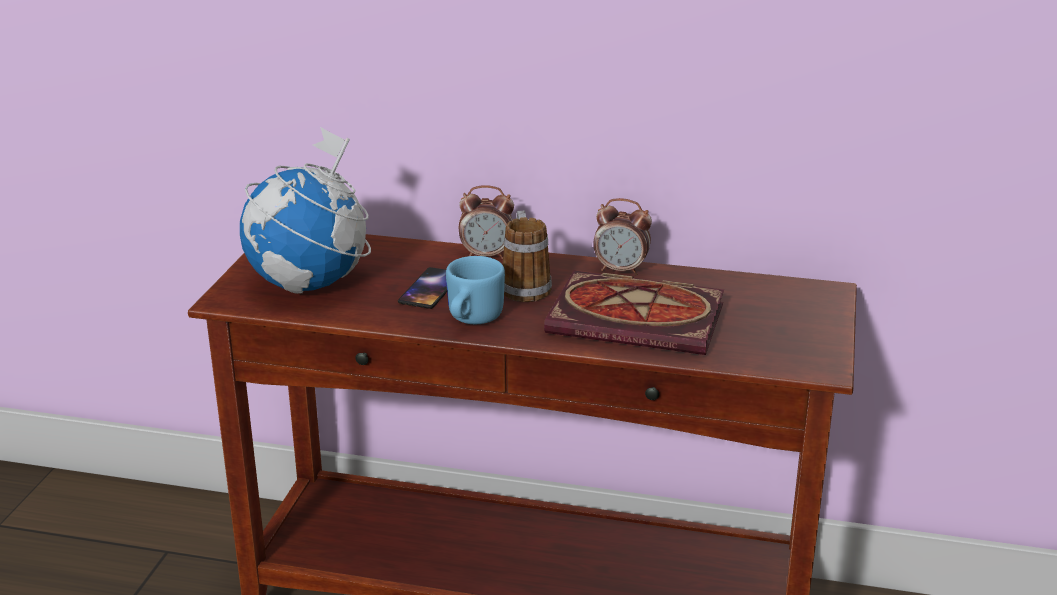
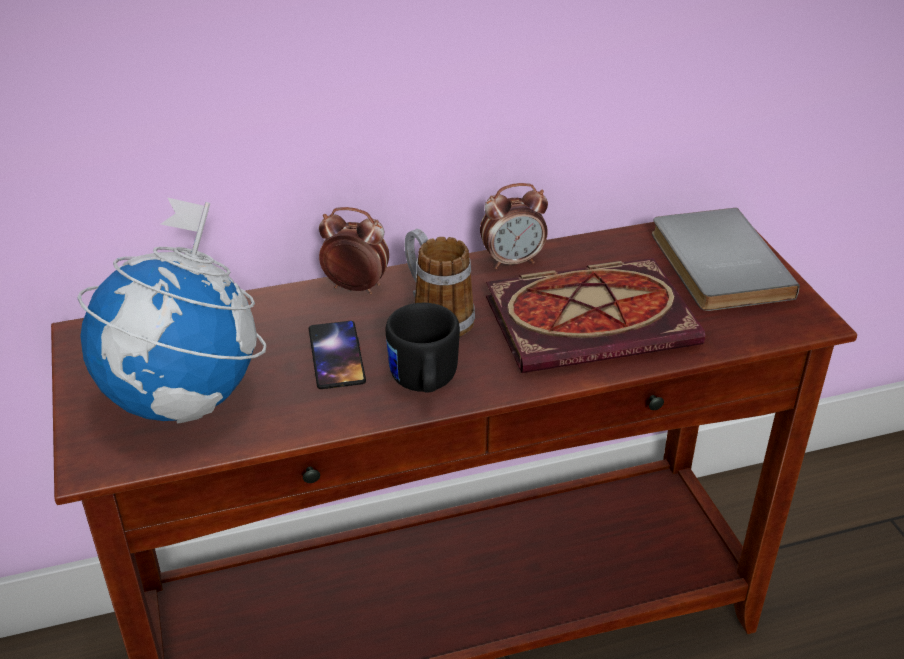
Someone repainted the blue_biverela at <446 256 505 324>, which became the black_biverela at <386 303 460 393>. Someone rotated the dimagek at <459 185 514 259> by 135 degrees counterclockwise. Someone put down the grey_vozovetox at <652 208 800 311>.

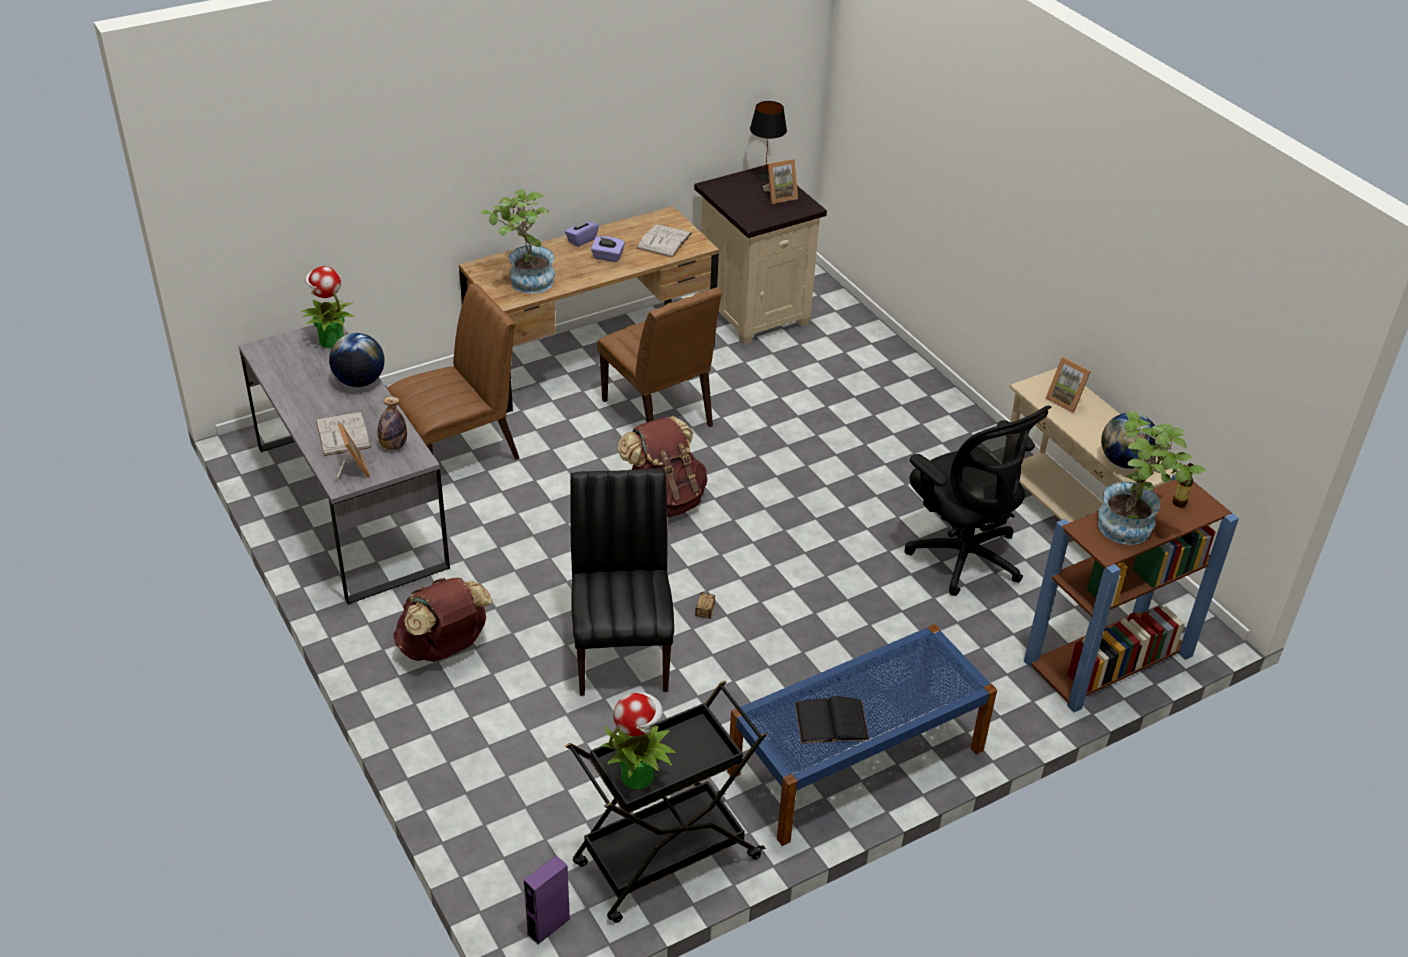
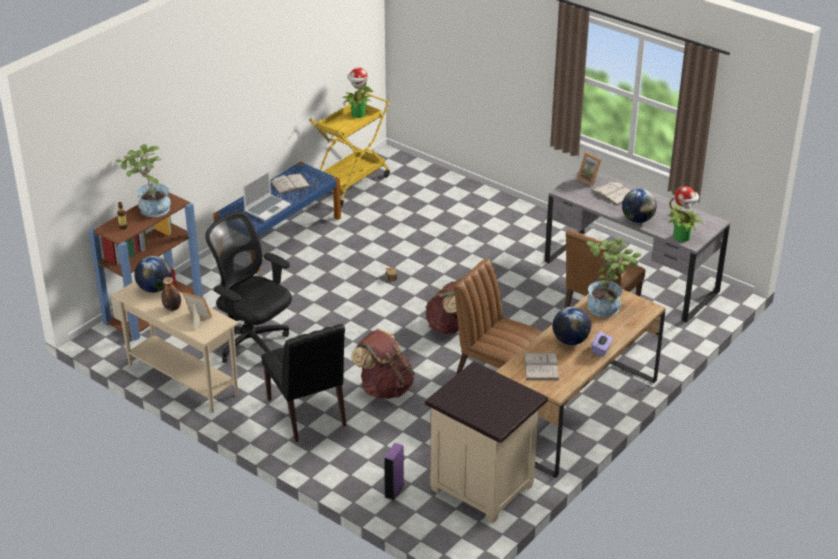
Someone carried the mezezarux from <378 396 407 450> to <162 277 181 311>. Someone carried the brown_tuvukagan from <393 577 493 662> to <351 329 415 399>. Someone carried the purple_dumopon from <524 855 571 944> to <384 443 404 500>. Someone repainted the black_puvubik at <565 680 767 923>, which became the yellow_puvubik at <309 91 390 208>. Someone carried the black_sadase from <570 469 674 696> to <261 323 346 442>. Someone swapped the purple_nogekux at <591 236 625 262> for the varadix at <553 307 591 345>. Someone took away the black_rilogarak at <750 101 787 182>. Someone took away the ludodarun at <763 159 798 204>. Someone repainted the black_vozovetox at <795 696 869 743>, which became the white_vozovetox at <270 174 311 194>. Someone put down the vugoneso at <243 171 291 221>.

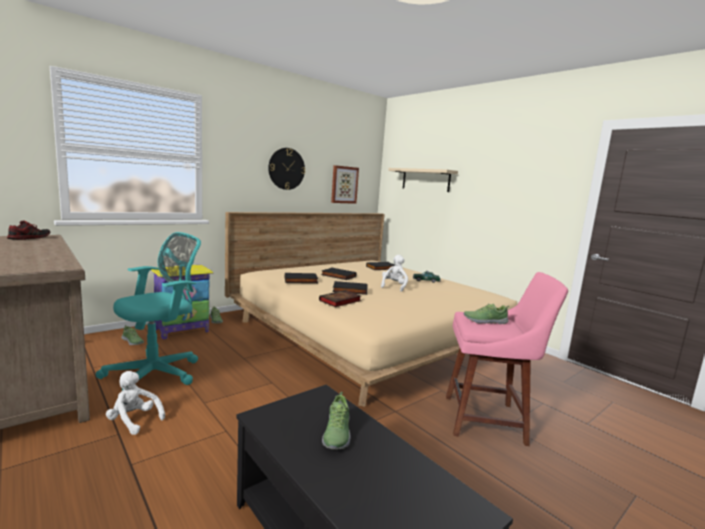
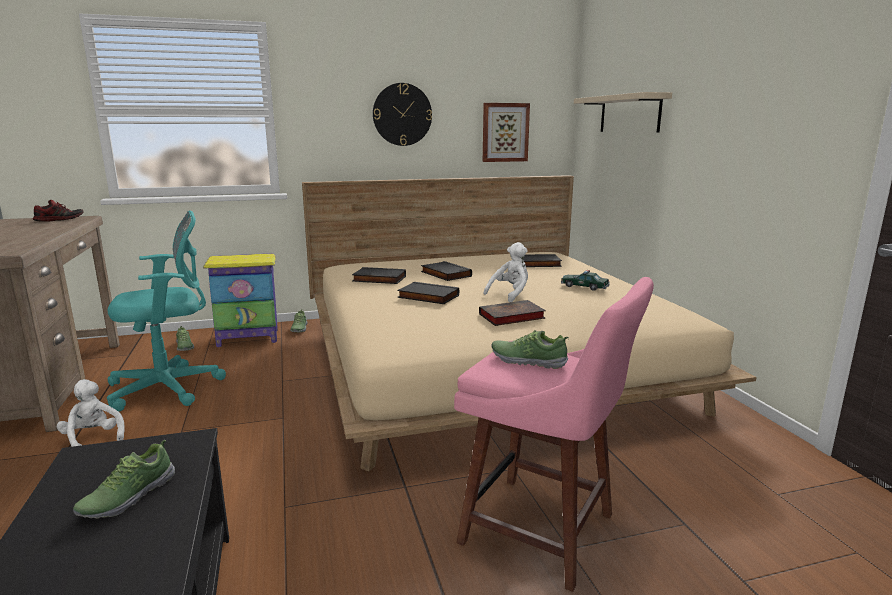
Someone carried the vozovetox from <319 290 361 307> to <479 300 546 326>.

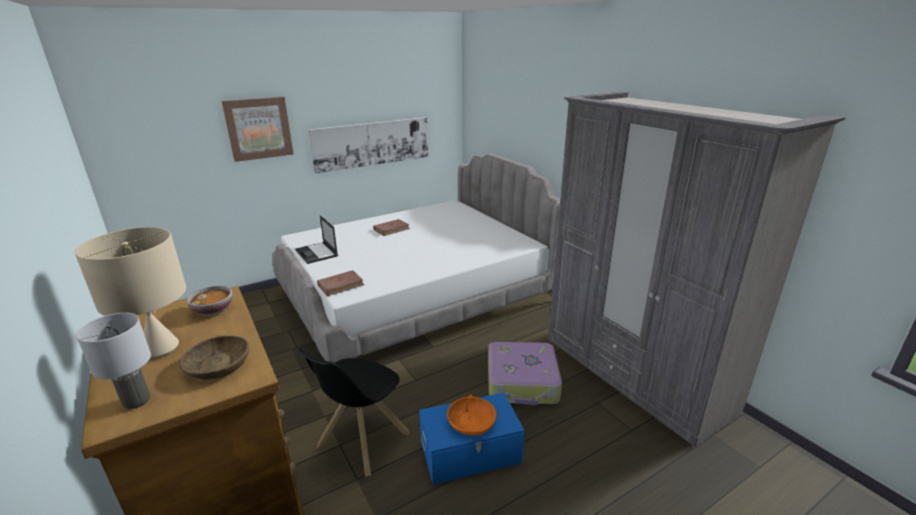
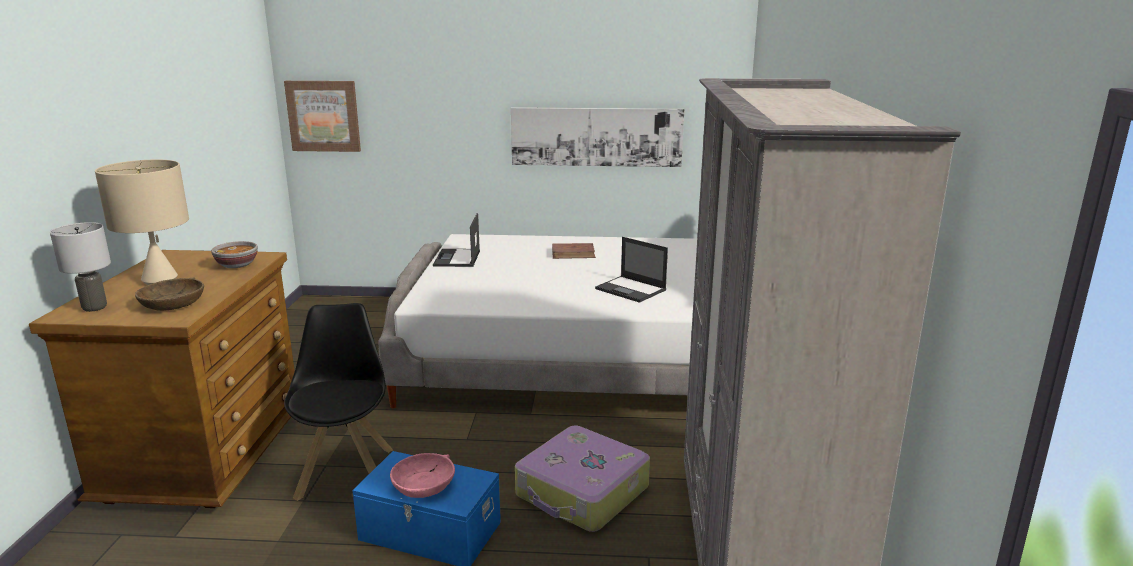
Someone carried the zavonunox from <222 97 293 162> to <284 81 361 152>. Someone rotated the black_sadase at <299 348 410 477> by 105 degrees clockwise. Someone took away the brown_vozovetox at <317 270 365 296>. Someone repainted the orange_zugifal at <447 395 497 436>, which became the pink_zugifal at <390 453 455 498>. Someone put down the vugoneso at <595 237 668 303>.

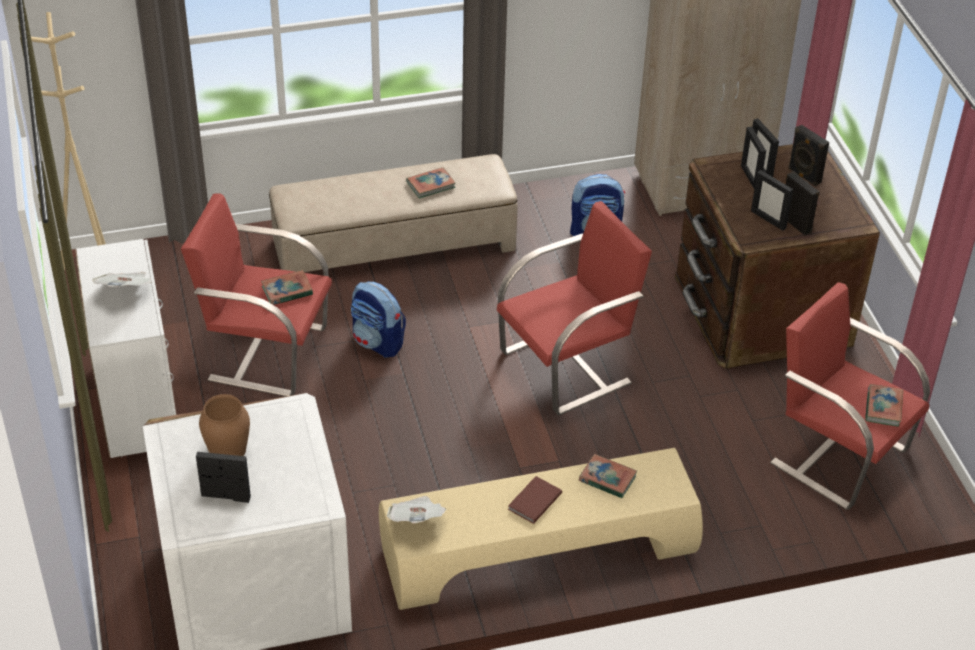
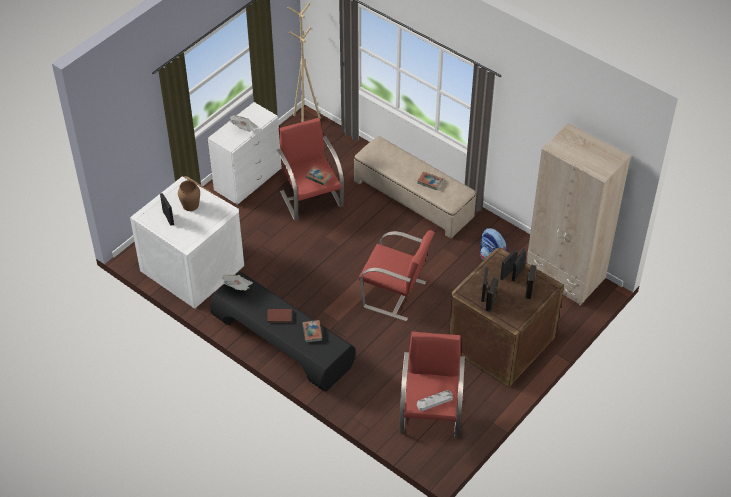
Someone took away the tuvukagan at <351 281 406 358>. Someone repainted the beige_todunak at <379 448 703 610>, which became the black_todunak at <210 272 356 391>. Someone swapped the vozovetox at <865 384 903 427> for the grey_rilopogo at <417 390 453 411>.

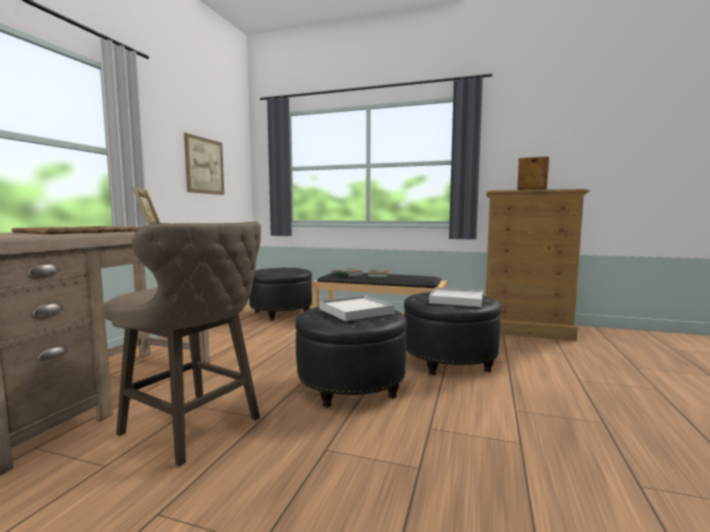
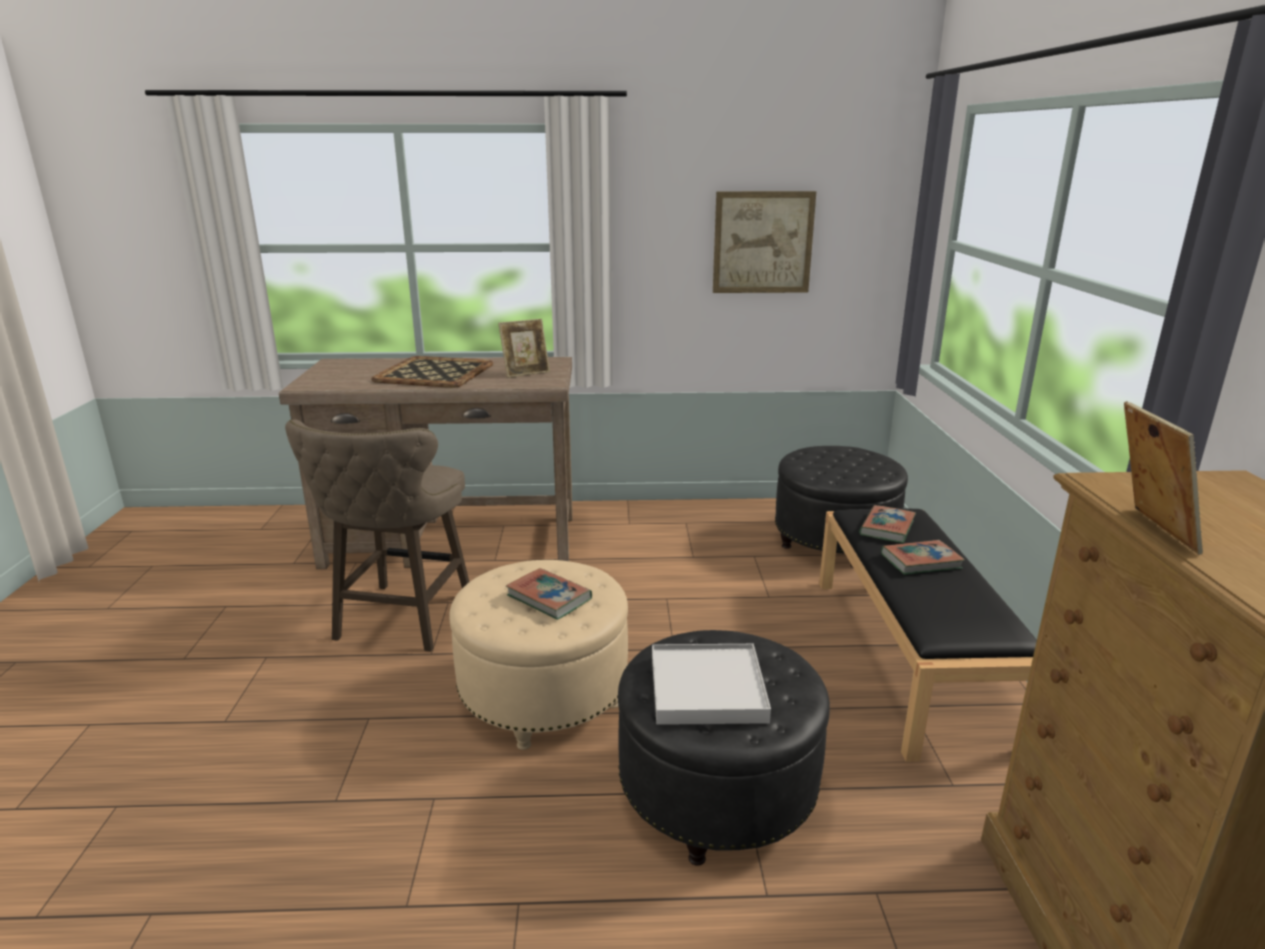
Someone repainted the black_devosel at <295 307 407 408>, which became the beige_devosel at <449 560 628 750>. Someone swapped the white_rilopogo at <319 295 394 321> for the vozovetox at <506 568 592 620>.

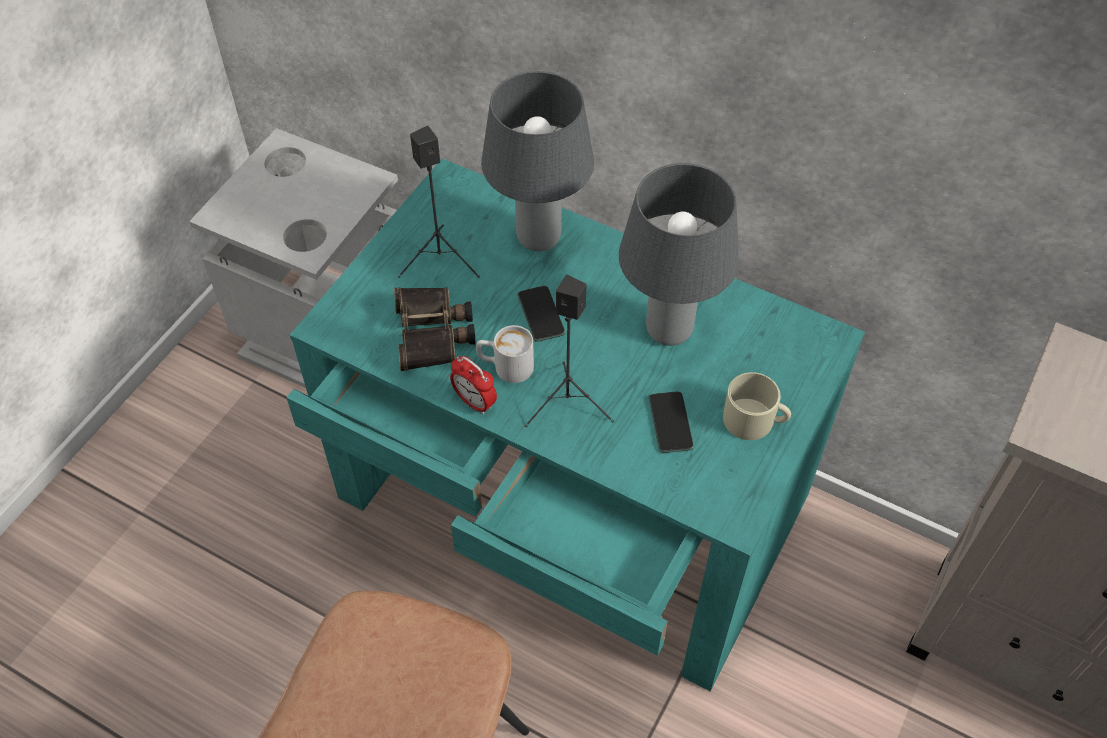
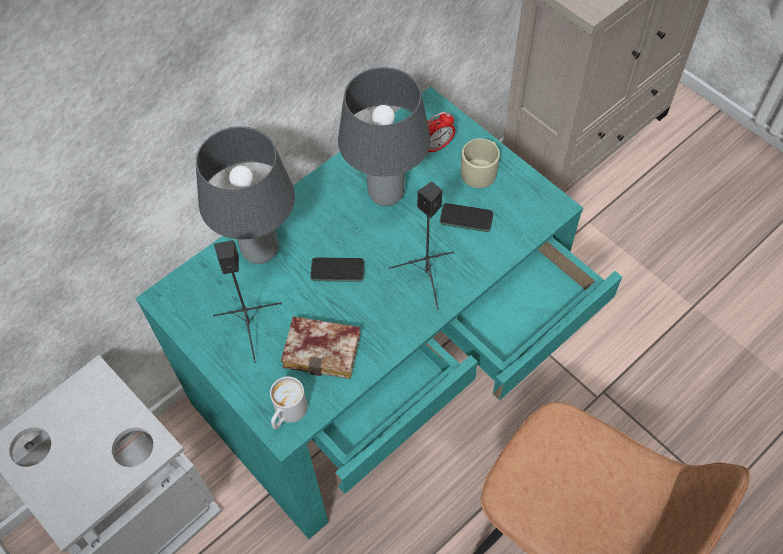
Someone swapped the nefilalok at <394 287 475 371> for the vozovetox at <281 317 361 379>. Someone carried the dimagek from <450 356 497 415> to <427 112 455 154>. Someone carried the white_biverela from <476 325 534 383> to <270 376 308 429>.

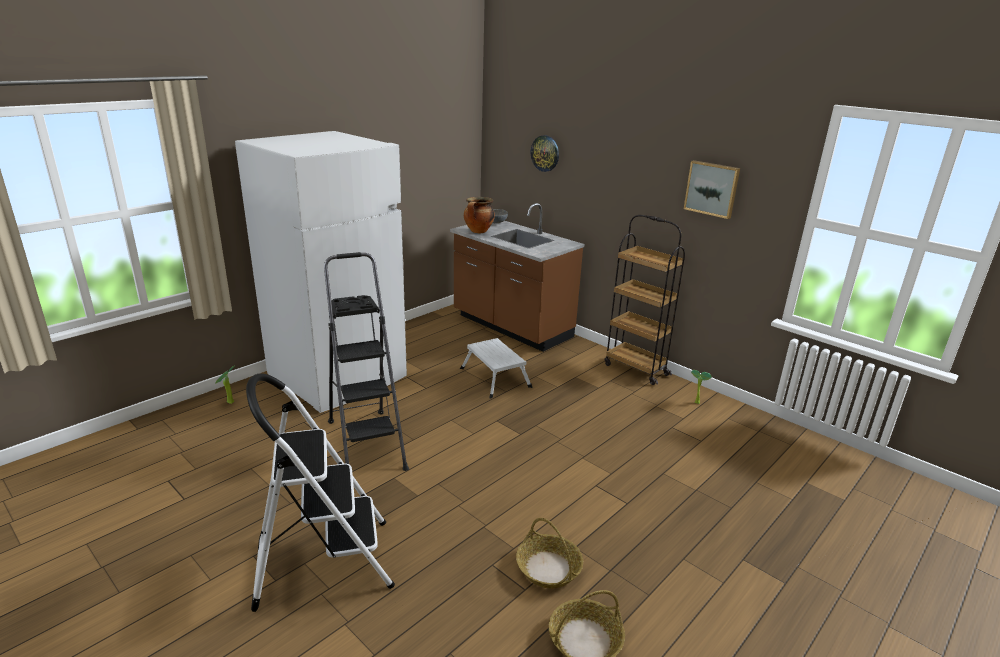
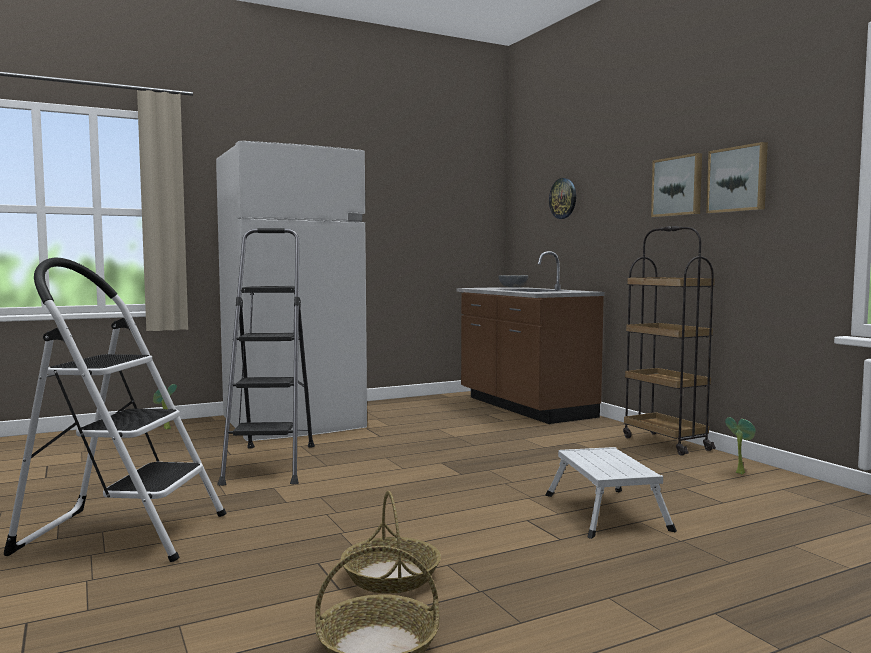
Someone carried the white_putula from <460 338 533 399> to <545 447 677 539>. Someone took away the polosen at <464 197 495 233>. Someone put up the zavonunox at <651 153 702 217>.

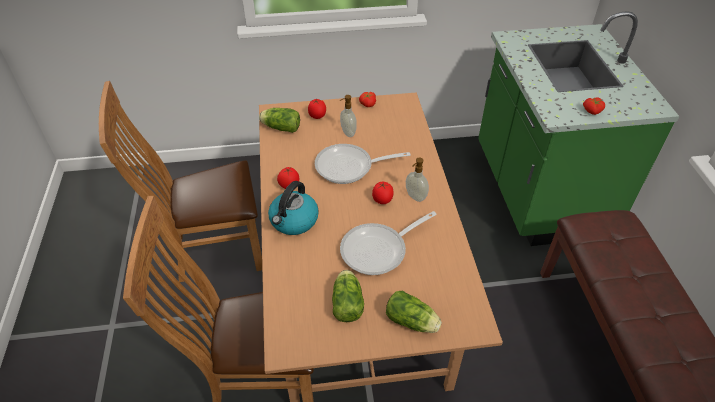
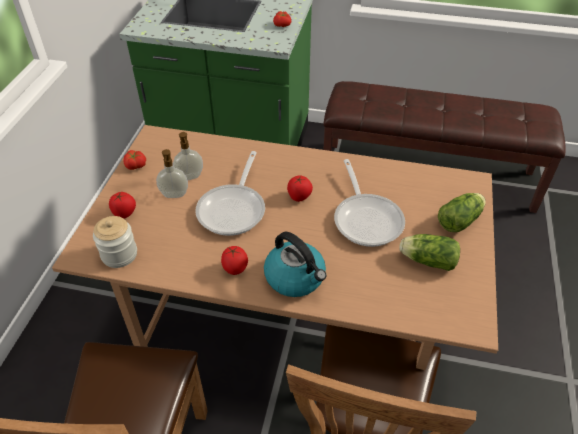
Someone swapped the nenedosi at <259 108 300 133> for the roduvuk at <93 216 137 268>. Someone carried the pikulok from <406 157 429 202> to <173 132 203 180>.

